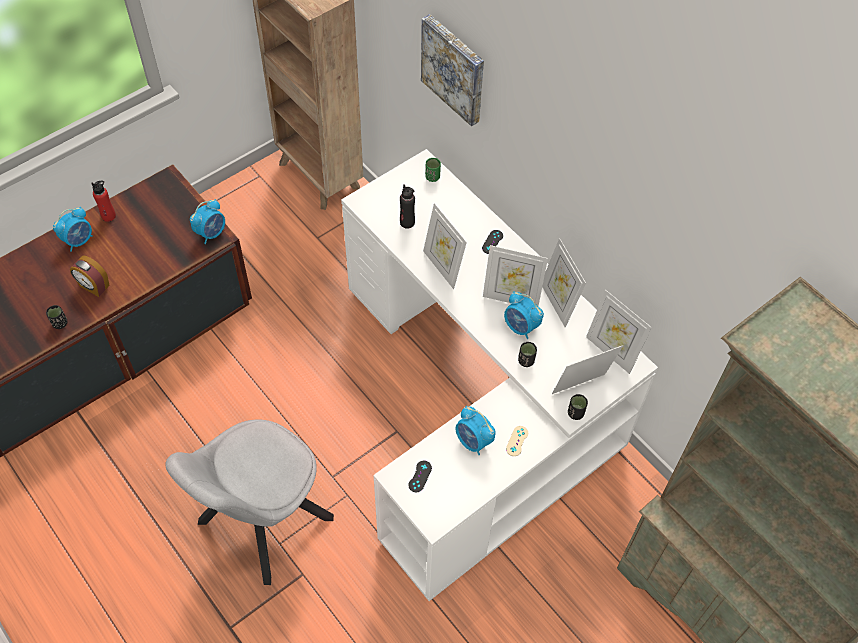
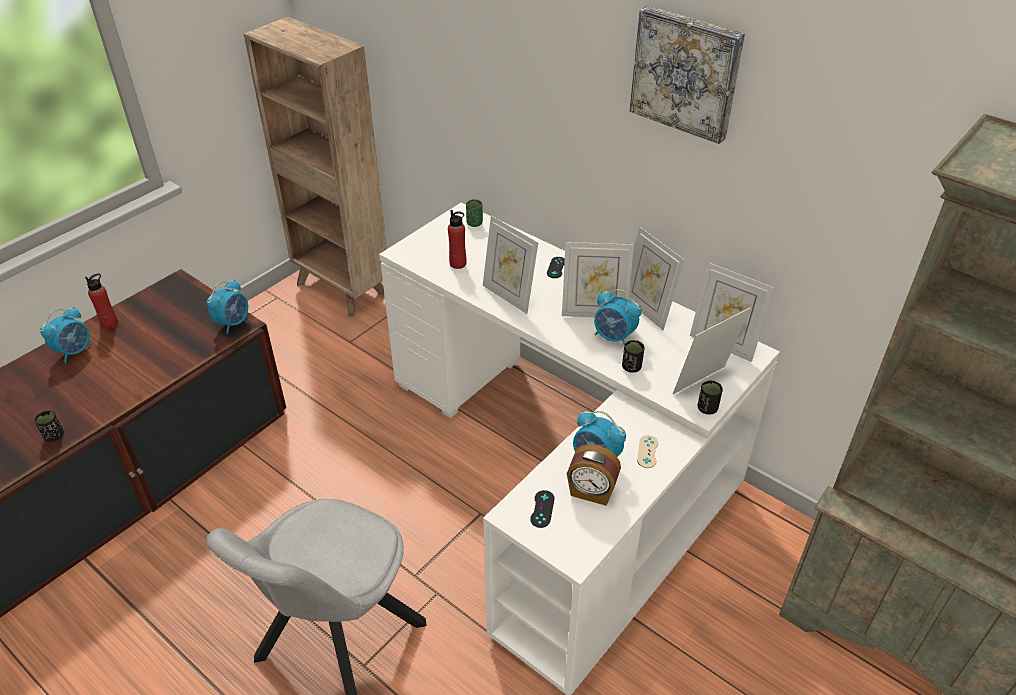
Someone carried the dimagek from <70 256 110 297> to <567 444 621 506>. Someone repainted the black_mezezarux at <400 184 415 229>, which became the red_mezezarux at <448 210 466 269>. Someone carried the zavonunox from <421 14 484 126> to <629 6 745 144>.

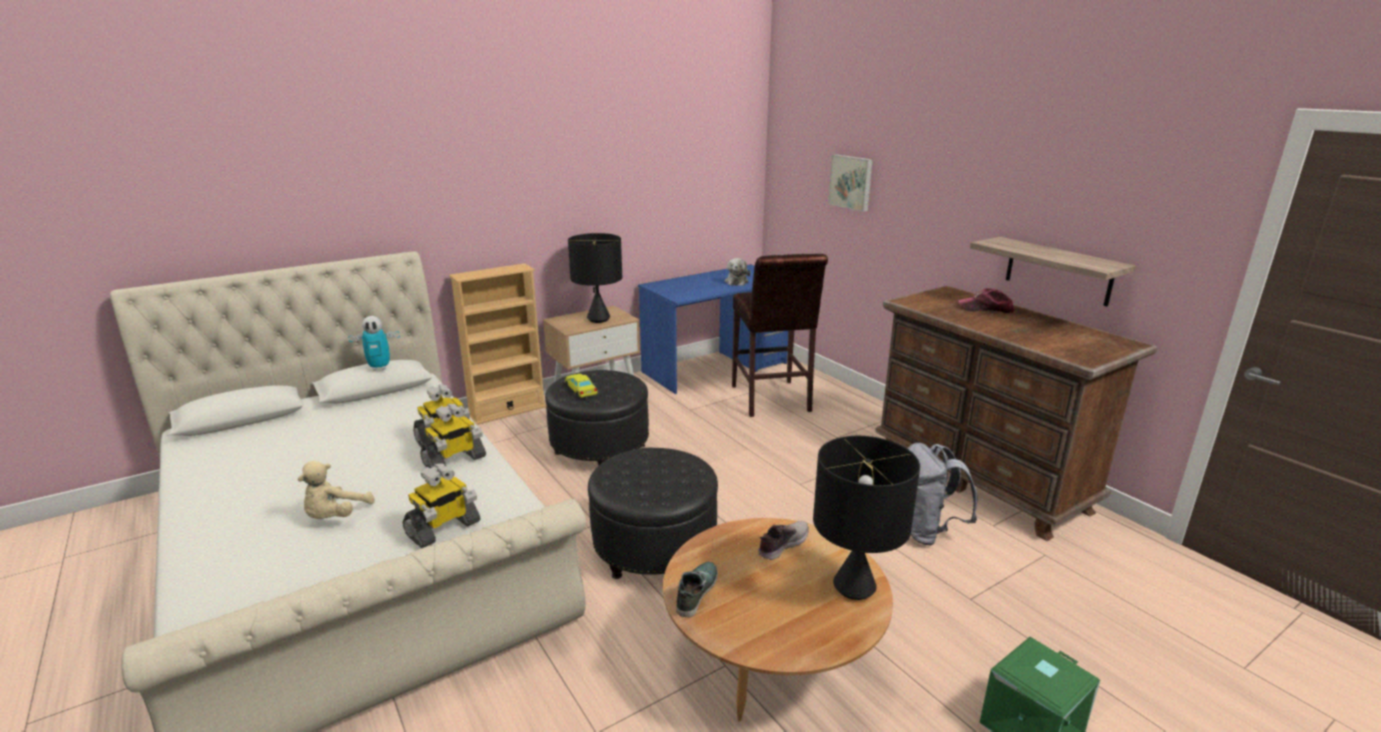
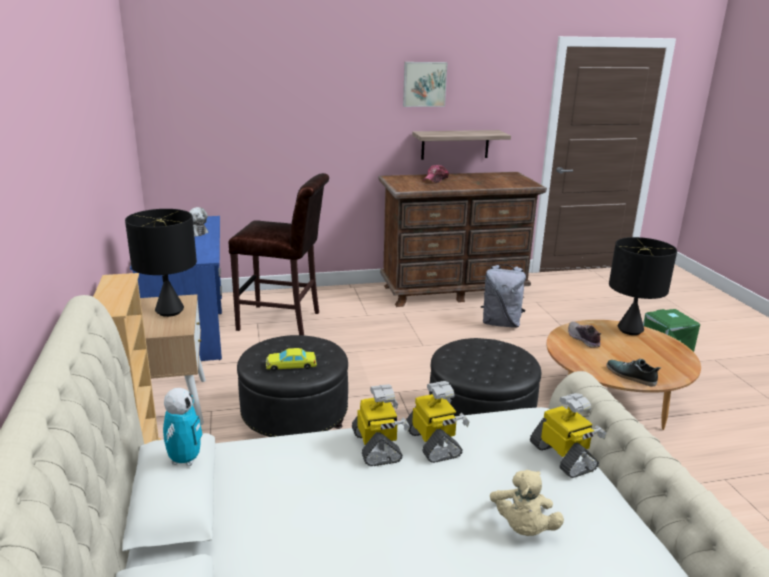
Someone rotated the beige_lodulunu at <298 461 375 519> by 60 degrees clockwise. Someone carried the zavonunox from <828 154 873 212> to <403 62 447 107>.

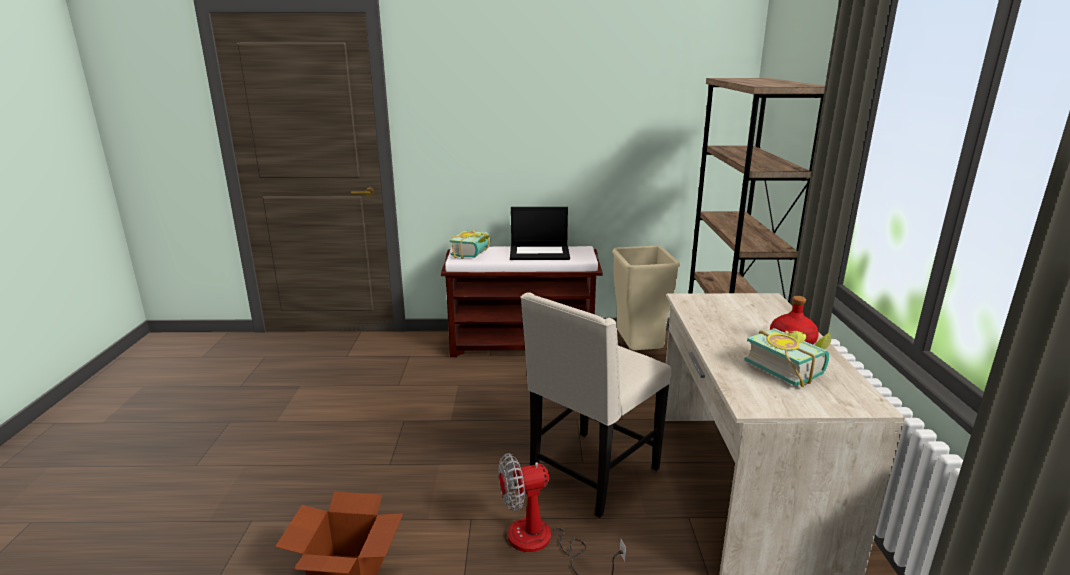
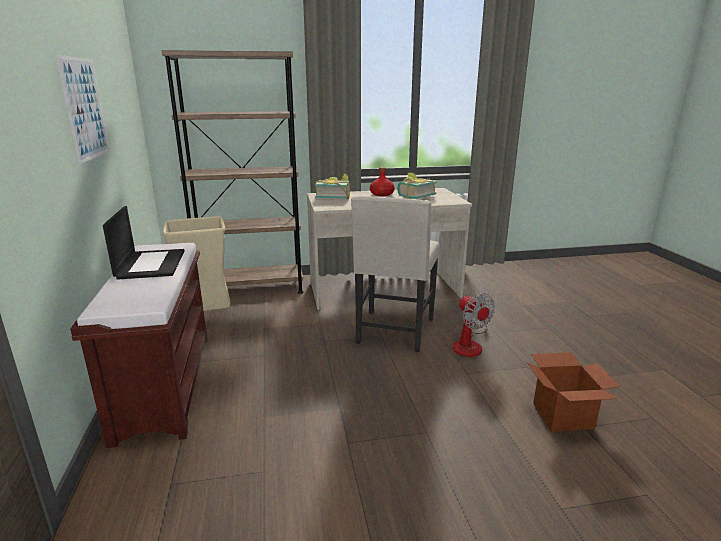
Someone carried the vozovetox from <450 230 491 259> to <315 174 350 199>. Someone rotated the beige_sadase at <521 292 671 518> by 75 degrees clockwise. Someone put up the zavonunox at <56 55 110 164>.

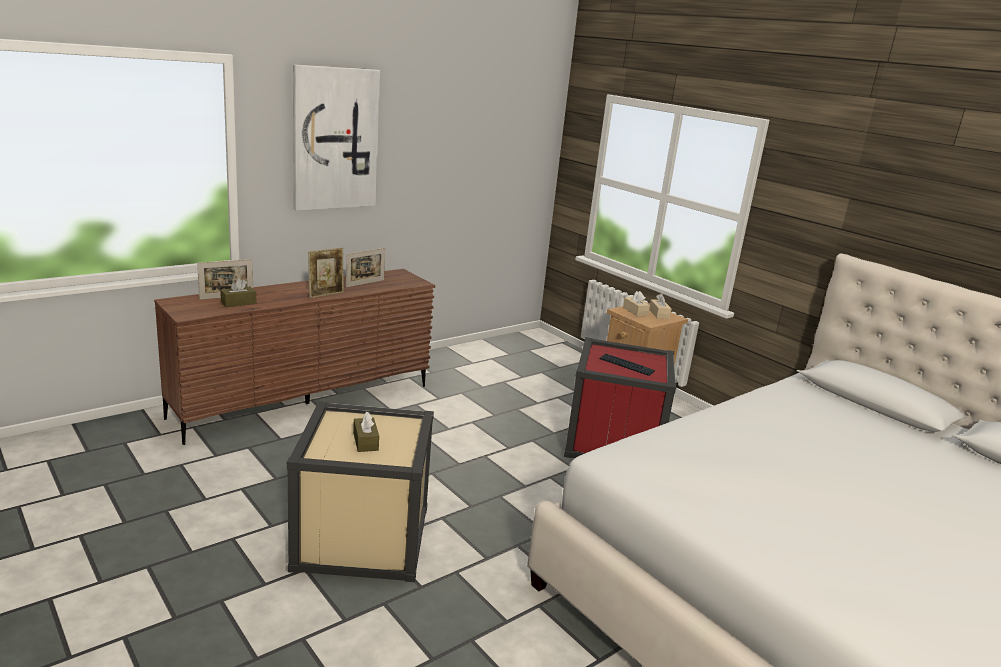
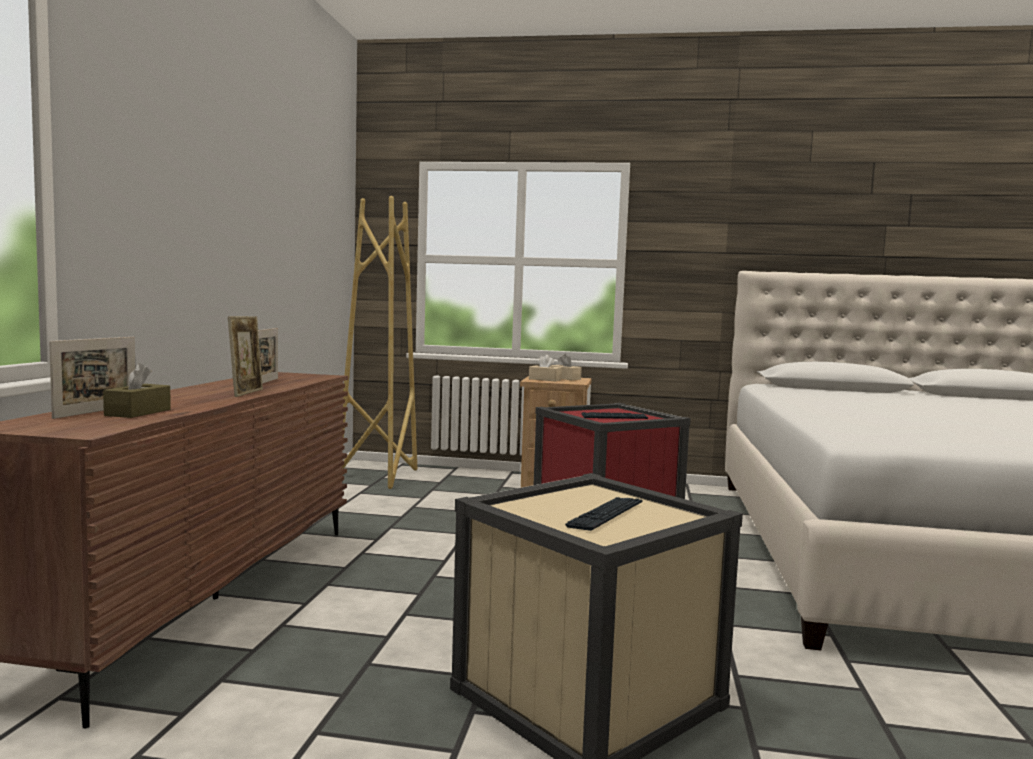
Someone took away the zavonunox at <293 64 380 211>. Someone swapped the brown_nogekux at <353 412 379 452> for the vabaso at <565 497 643 531>. Someone put down the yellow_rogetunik at <342 196 417 489>.

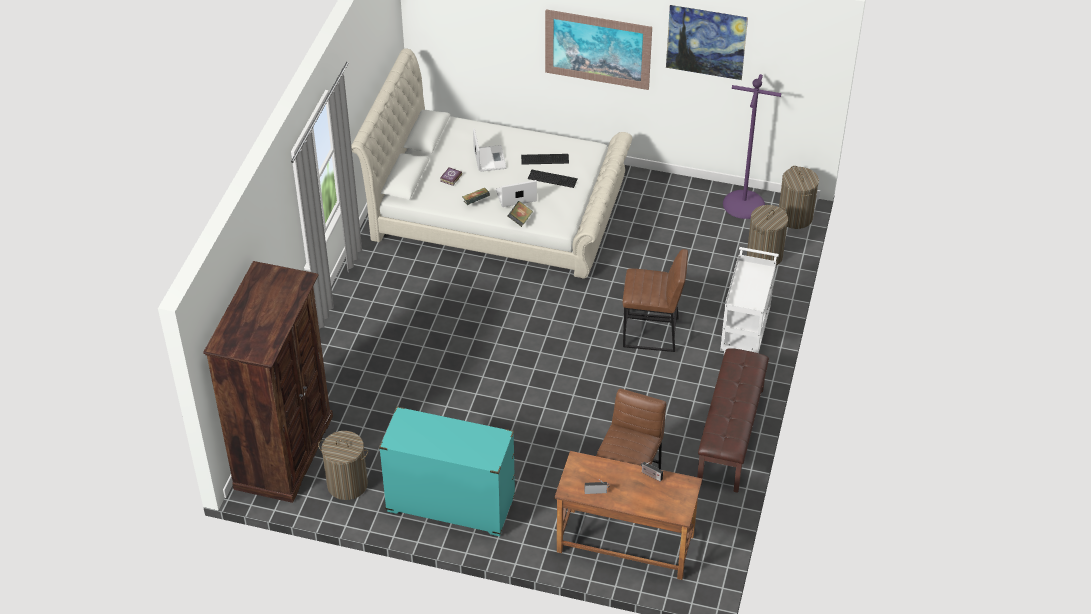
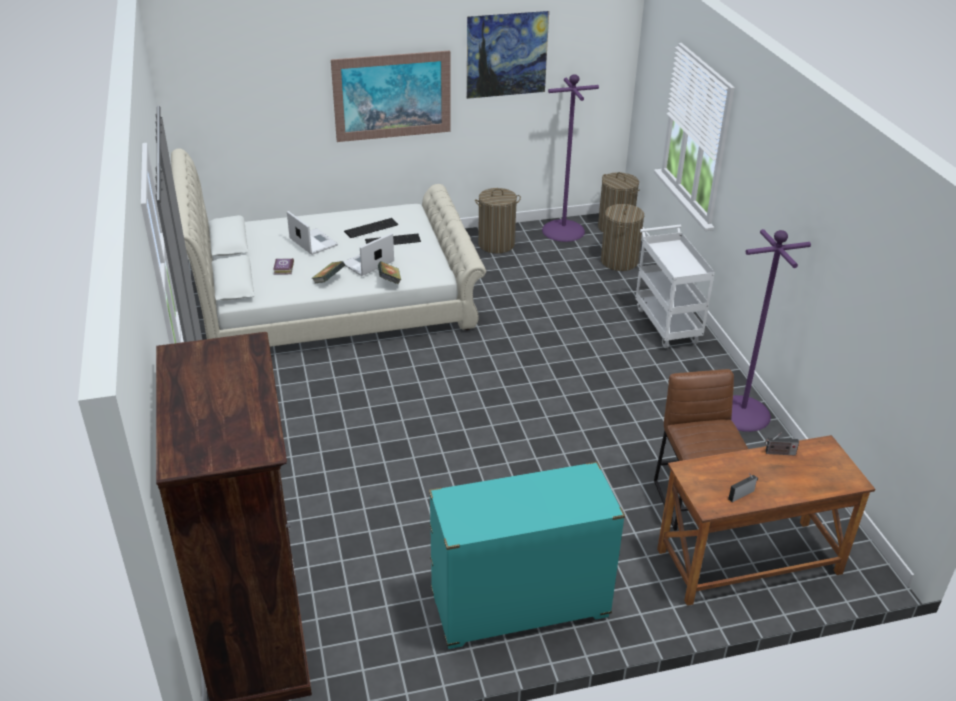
Someone carried the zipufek from <318 431 368 500> to <475 188 521 253>. Someone took away the brown_sadase at <623 249 688 352>. Someone swapped the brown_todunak at <697 348 769 493> for the purple_rogetunik at <731 229 811 432>.

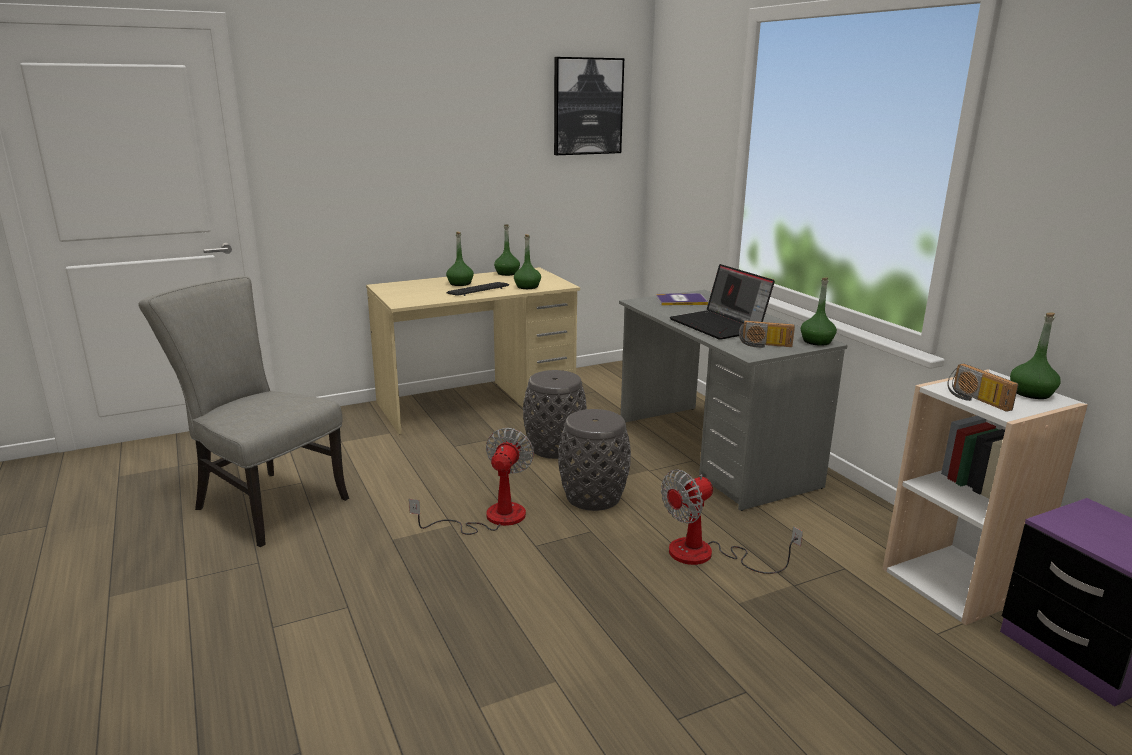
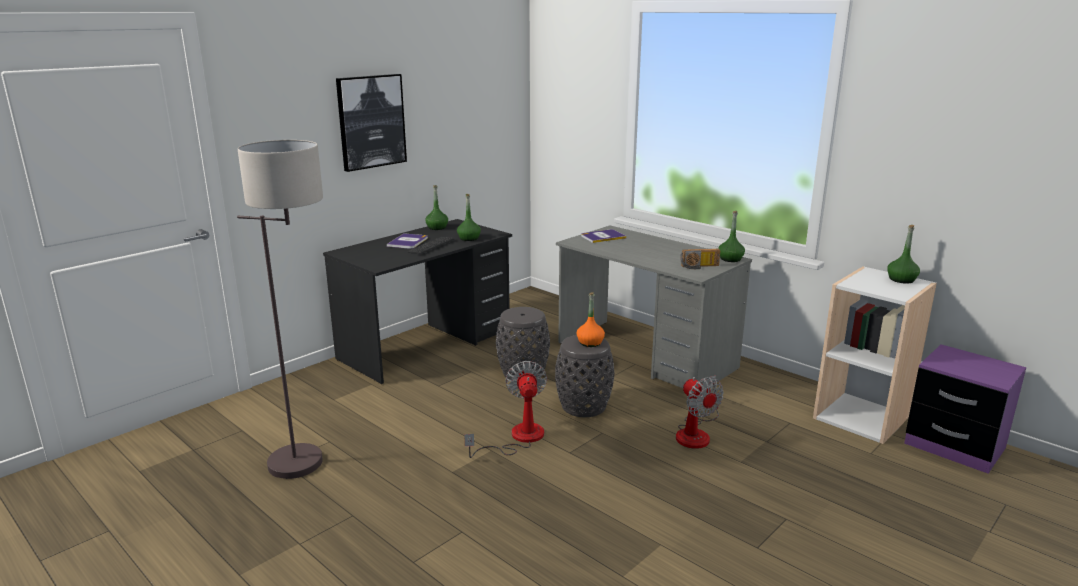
Someone swapped the grey_sadase at <138 276 349 547> for the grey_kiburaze at <237 140 323 479>. Someone repainted the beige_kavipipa at <366 267 580 435>, which became the black_kavipipa at <323 219 512 384>. Someone swapped the green_mezezarux at <446 232 474 286> for the vozovetox at <387 233 428 249>. Someone carried the zavonunox from <554 57 624 155> to <336 74 407 172>. Someone rotated the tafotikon at <661 469 803 574> by 60 degrees counterclockwise. Someone took away the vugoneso at <670 264 775 340>. Someone took away the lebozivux at <947 363 1018 412>. Someone put down the orange_mezezarux at <576 292 605 347>.

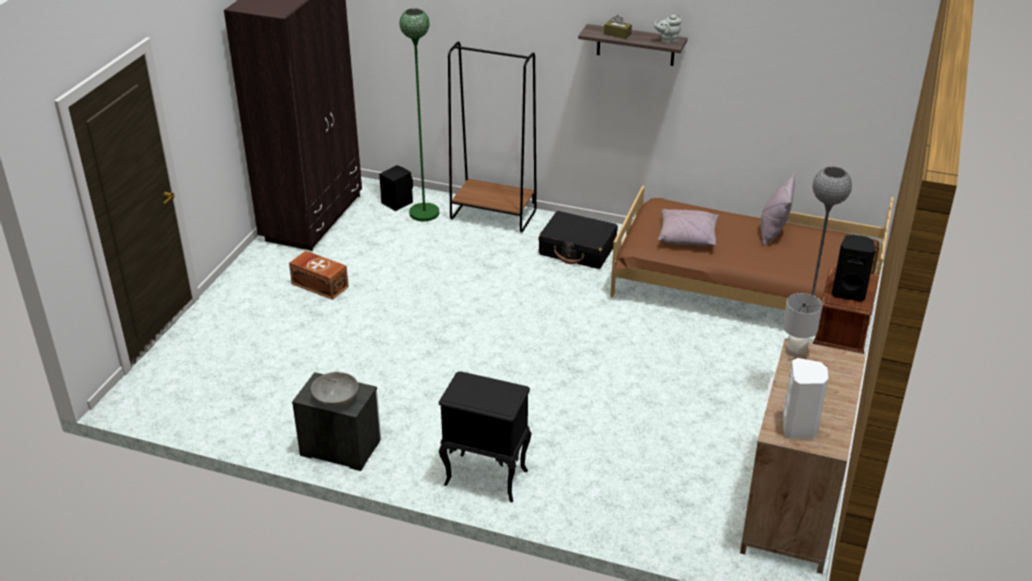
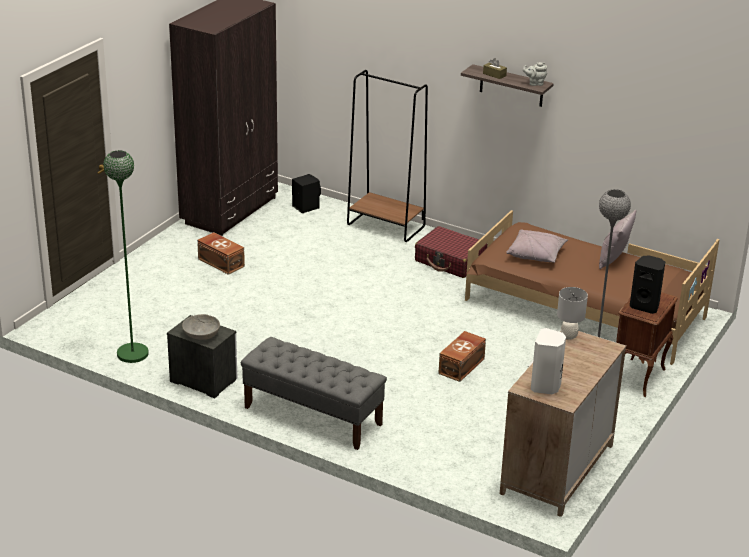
Someone carried the green_kiburaze from <399 8 439 221> to <103 150 149 363>. Someone swapped the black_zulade at <439 371 532 503> for the grey_todunak at <241 337 387 450>. Someone repainted the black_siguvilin at <538 211 618 269>, which became the red_siguvilin at <415 226 487 278>. Someone put down the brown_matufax at <438 331 486 382>.

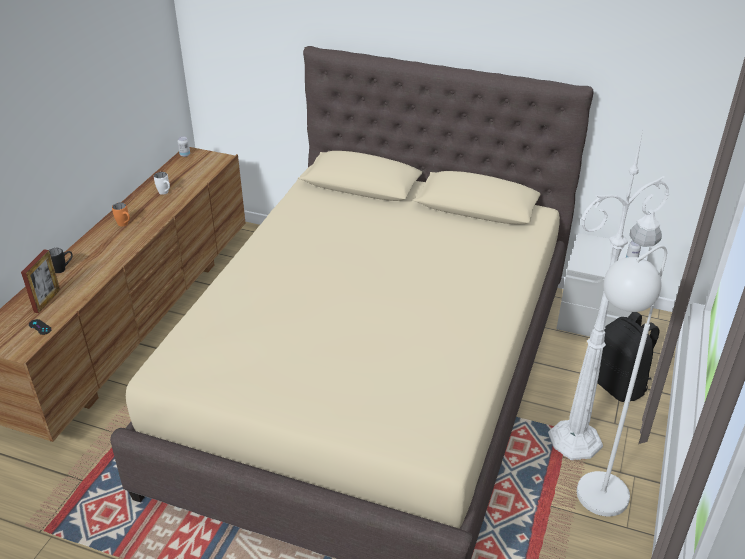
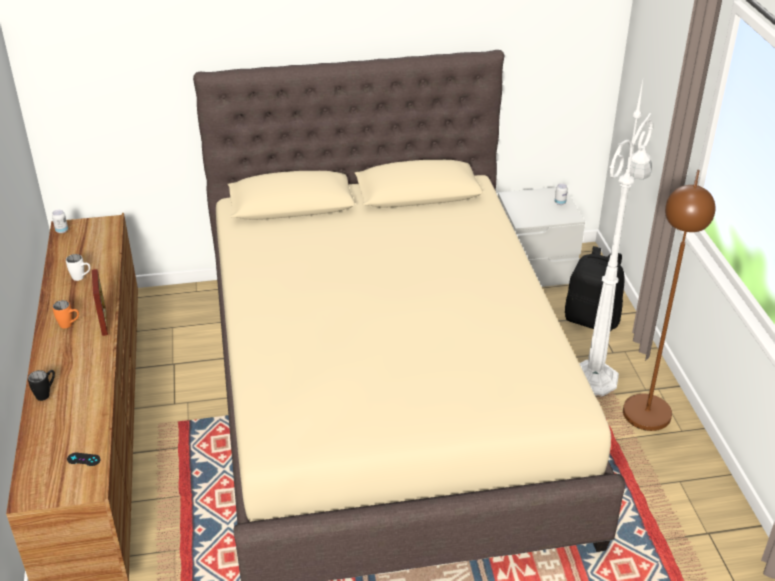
Someone carried the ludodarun from <21 249 60 313> to <92 269 108 336>. Someone repainted the white_kiburaze at <577 245 667 516>, which became the brown_kiburaze at <623 170 716 431>.

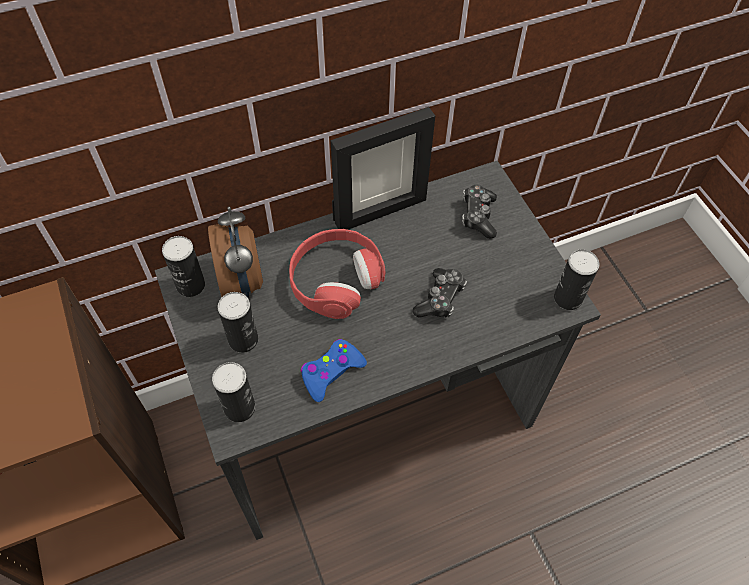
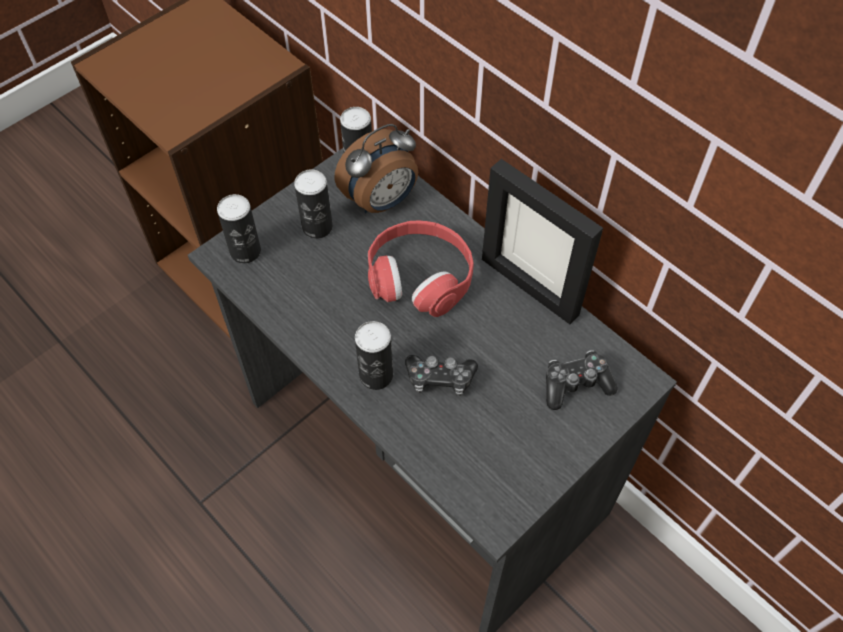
Someone took away the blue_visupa at <301 339 367 402>. Someone carried the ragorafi from <554 249 599 310> to <355 321 393 390>.

